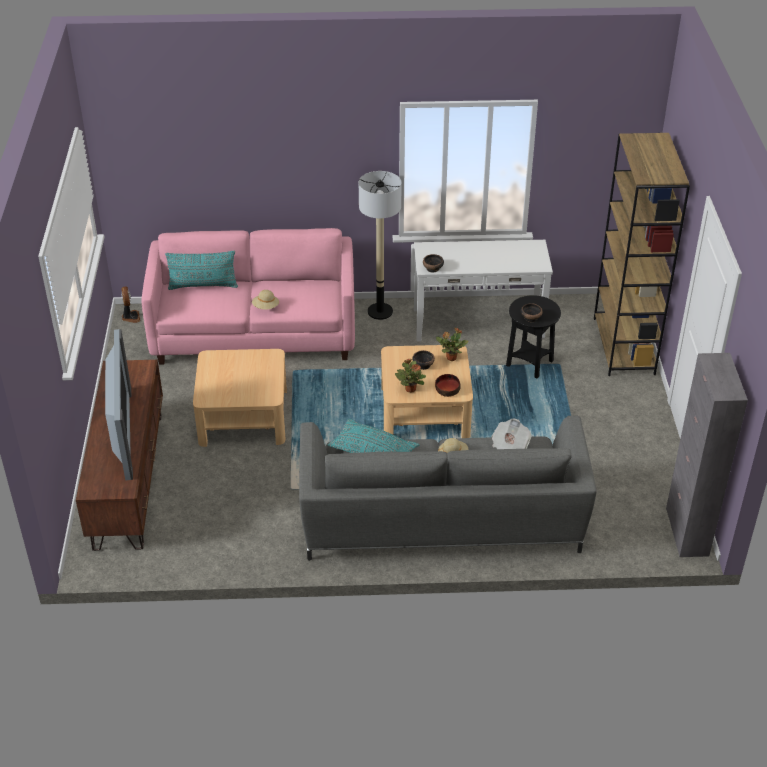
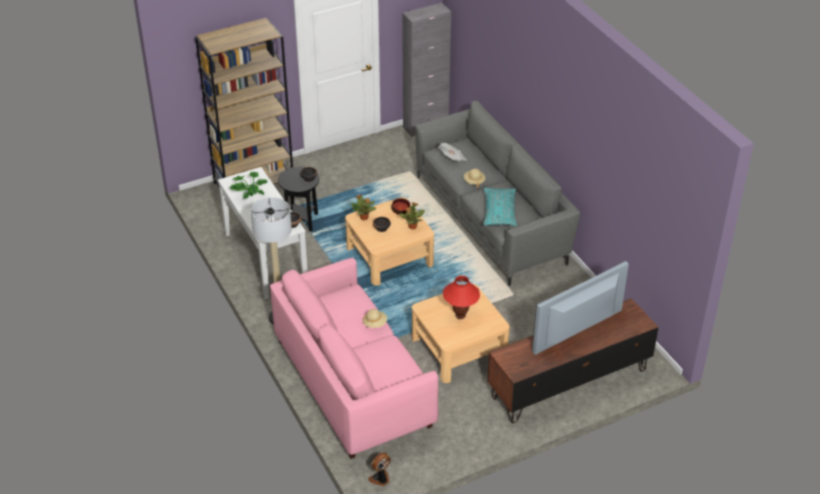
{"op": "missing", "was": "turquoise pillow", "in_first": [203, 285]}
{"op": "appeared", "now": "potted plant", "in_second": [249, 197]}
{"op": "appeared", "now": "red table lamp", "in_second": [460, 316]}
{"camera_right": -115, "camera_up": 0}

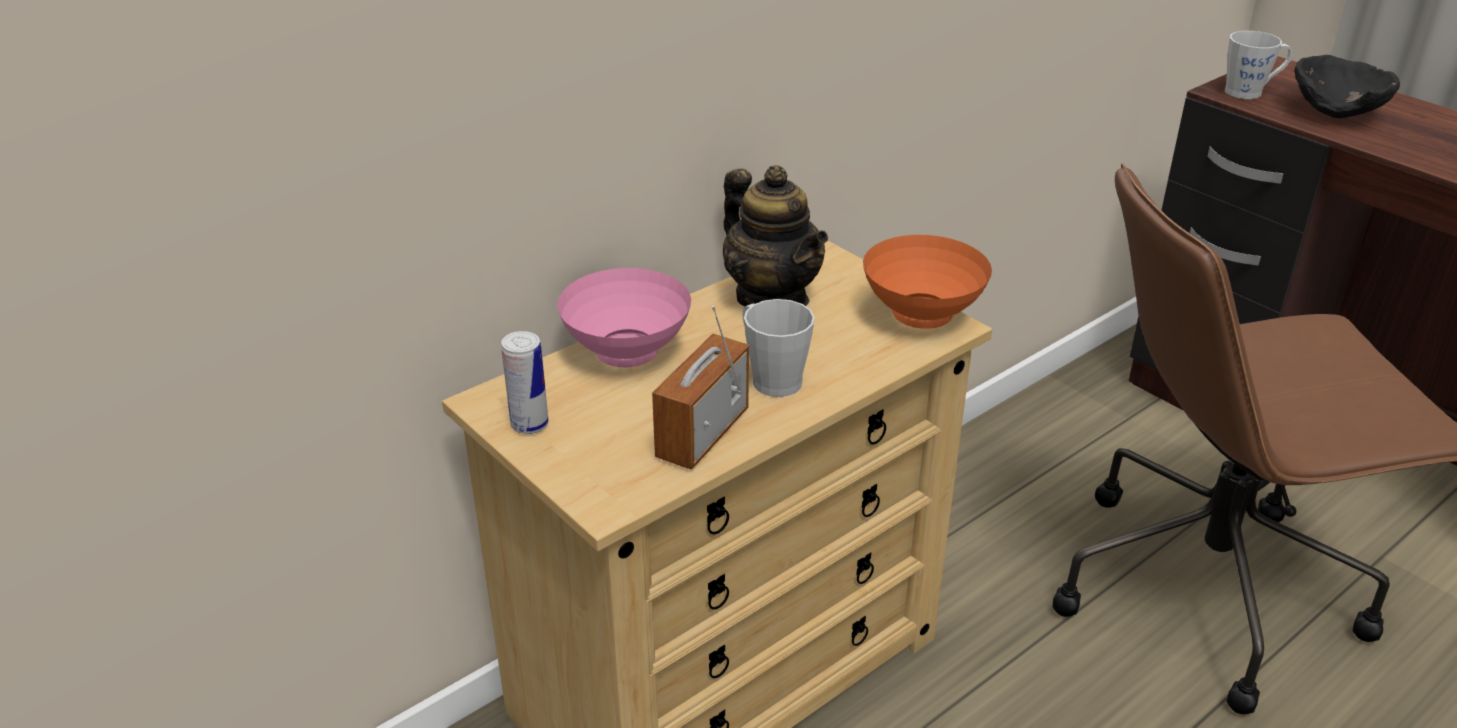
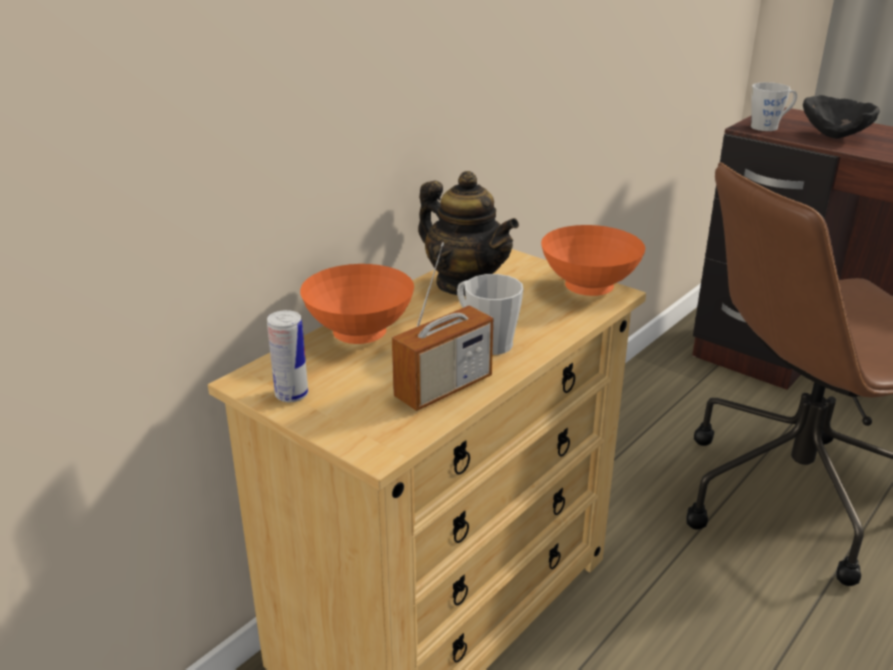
{"op": "colour", "was": "pink bowl", "now": "orange bowl", "in_first": [629, 353], "in_second": [361, 334]}
{"op": "spun", "was": "radio", "in_first": [702, 434], "in_second": [443, 388], "clockwise": -150}
{"camera_right": -10, "camera_up": -5}

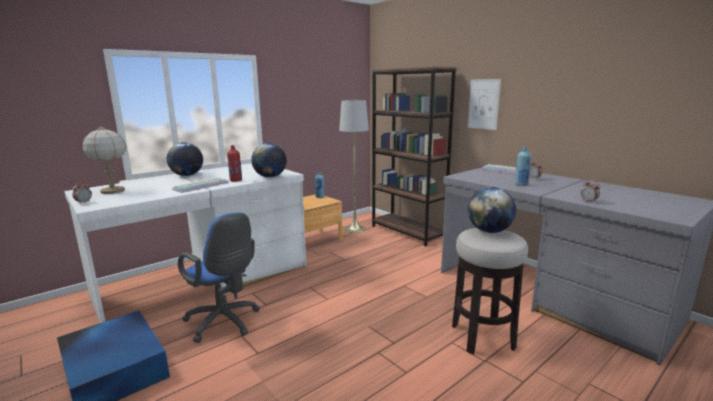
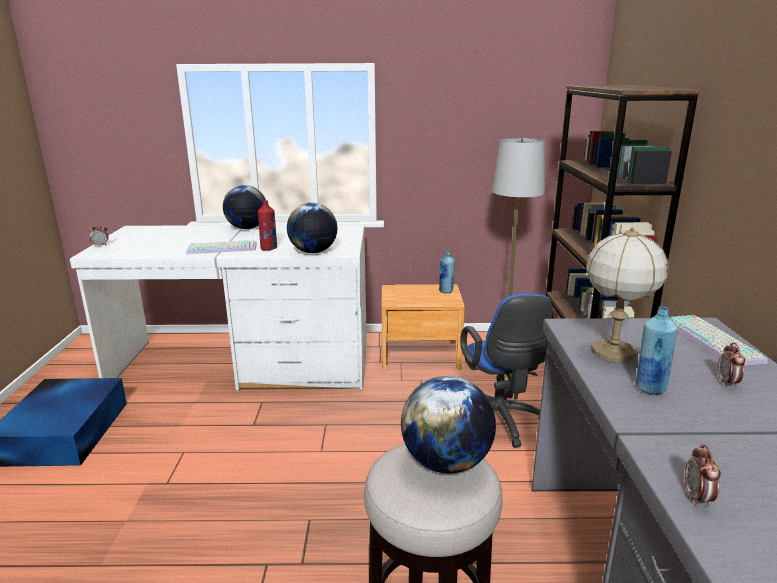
{"op": "relocated", "was": "table lamp", "in_first": [113, 191], "in_second": [613, 352]}
{"op": "relocated", "was": "blue office chair", "in_first": [224, 323], "in_second": [499, 422]}
{"op": "missing", "was": "picture", "in_first": [483, 104]}
{"camera_right": 40, "camera_up": 5}

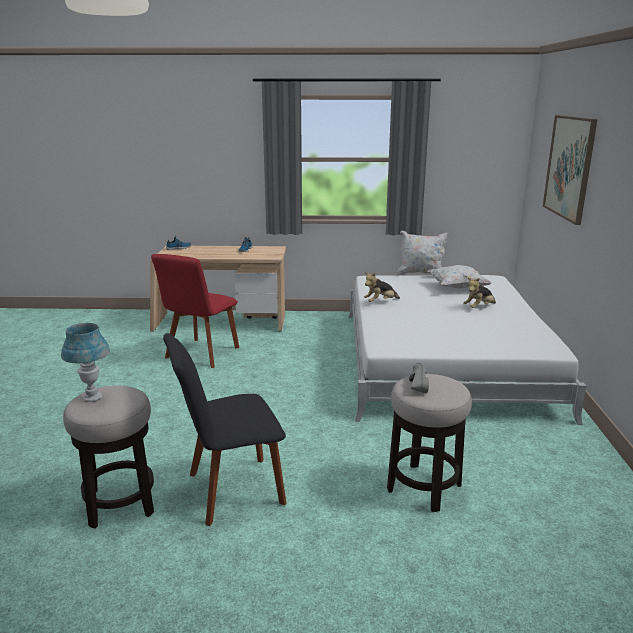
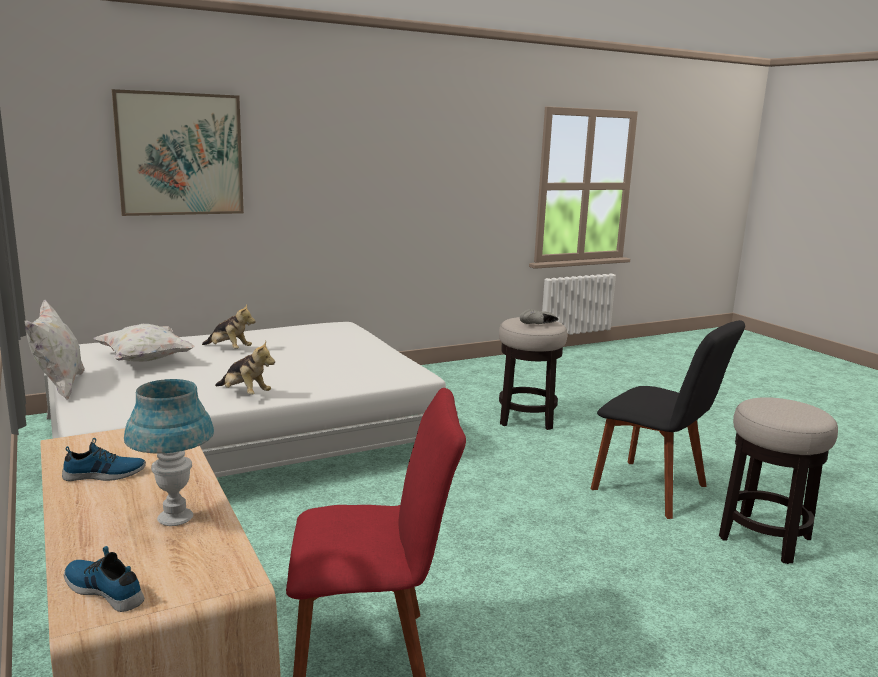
{"op": "relocated", "was": "blue table lamp", "in_first": [92, 397], "in_second": [175, 518]}
{"camera_right": -120, "camera_up": -5}

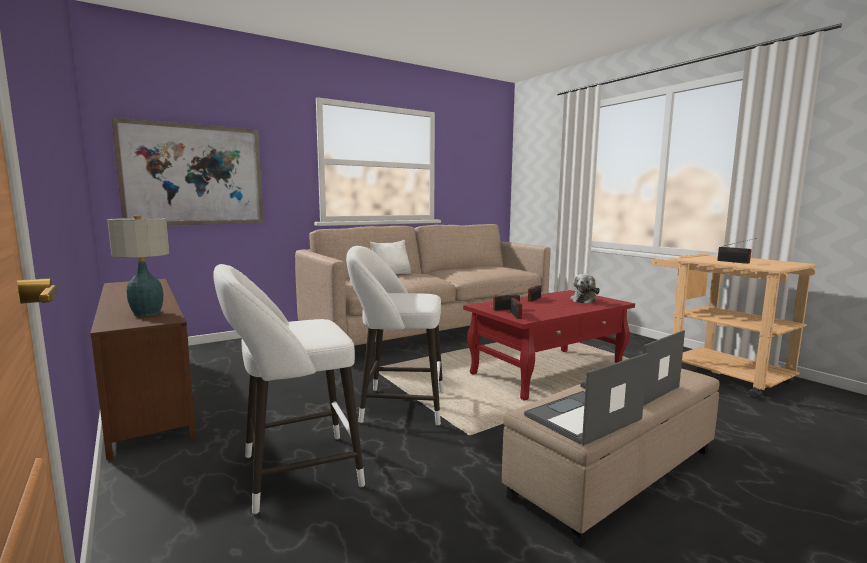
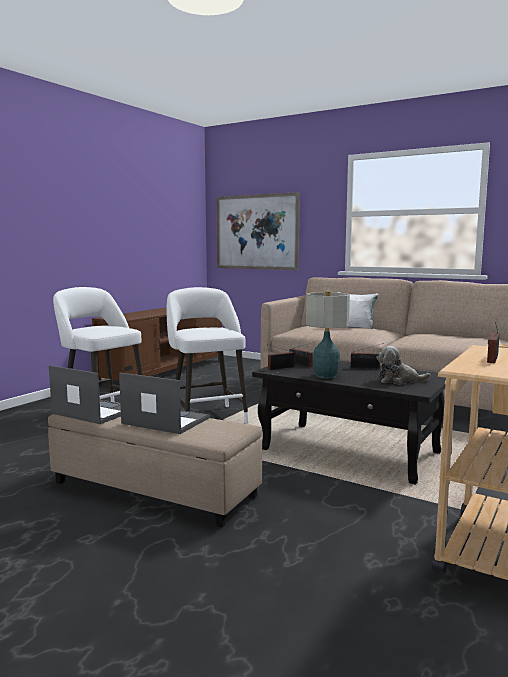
{"op": "relocated", "was": "table lamp", "in_first": [148, 313], "in_second": [326, 376]}
{"op": "colour", "was": "red coffee table", "now": "black coffee table", "in_first": [547, 372], "in_second": [351, 451]}
{"camera_right": 65, "camera_up": 0}

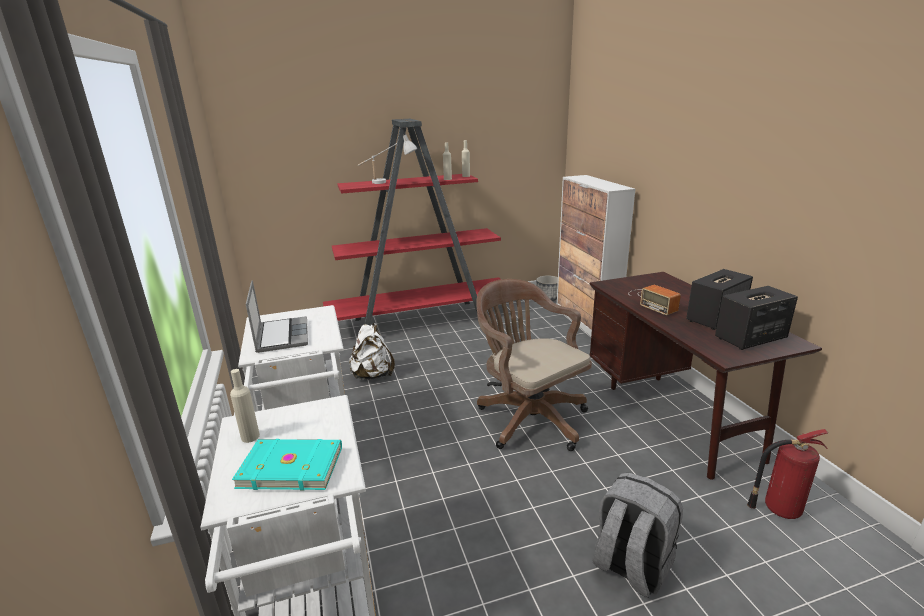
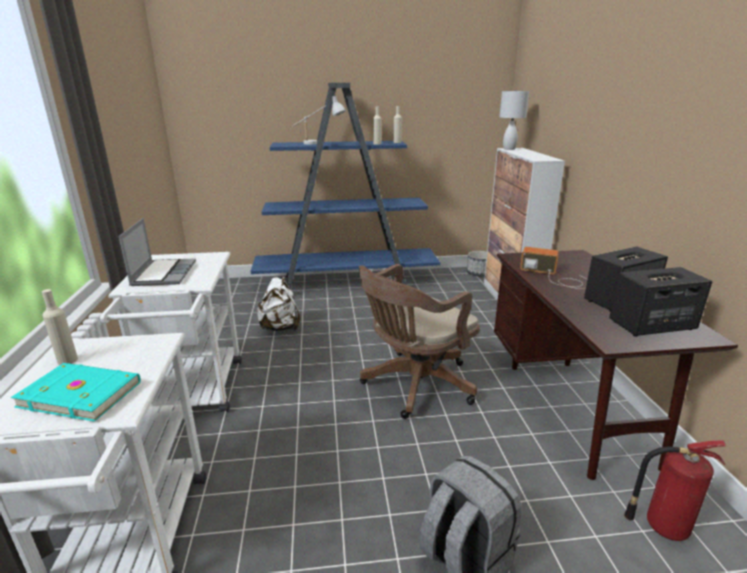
{"op": "colour", "was": "red bookcase", "now": "blue bookcase", "in_first": [421, 321], "in_second": [347, 283]}
{"op": "spun", "was": "brown office chair", "in_first": [528, 417], "in_second": [414, 386], "clockwise": -105}
{"op": "spun", "was": "radio", "in_first": [652, 301], "in_second": [555, 277], "clockwise": 135}
{"op": "appeared", "now": "white table lamp", "in_second": [509, 149]}
{"camera_right": 10, "camera_up": 0}

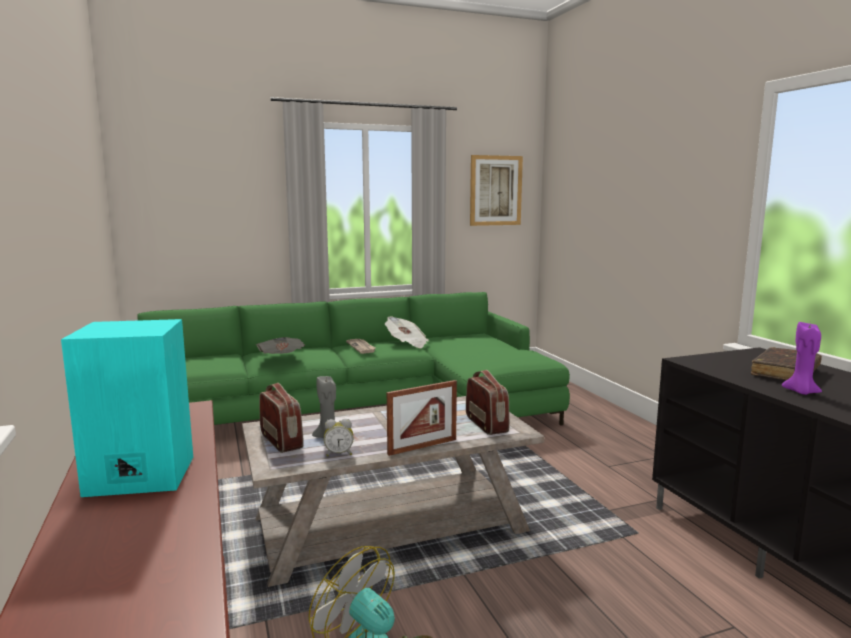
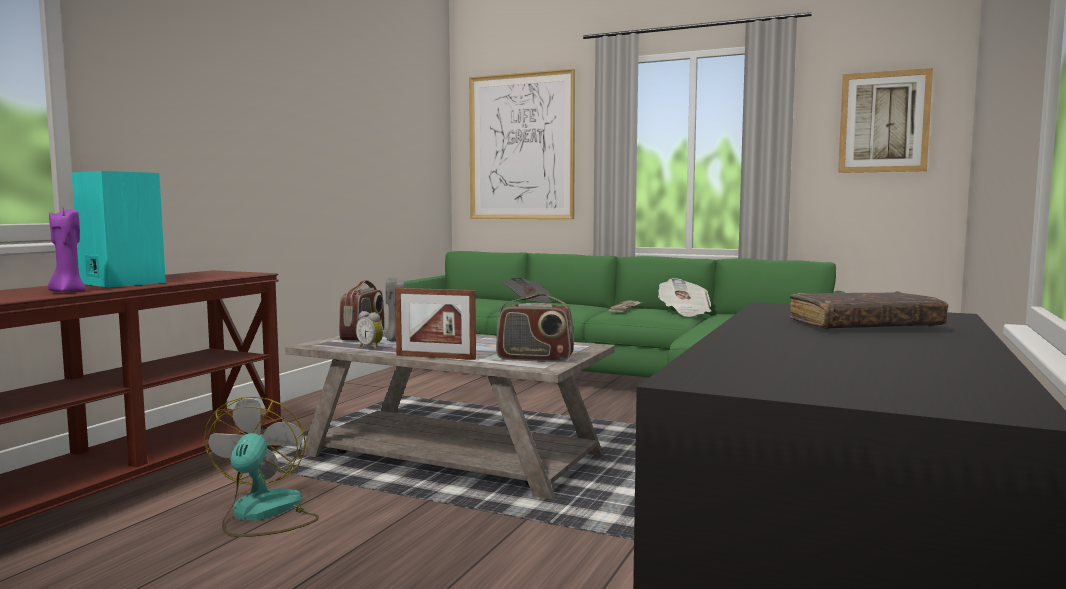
{"op": "spun", "was": "radio", "in_first": [487, 424], "in_second": [535, 359], "clockwise": 75}
{"op": "relocated", "was": "purple candle", "in_first": [801, 392], "in_second": [68, 292]}
{"op": "appeared", "now": "picture", "in_second": [521, 147]}
{"camera_right": 45, "camera_up": -5}

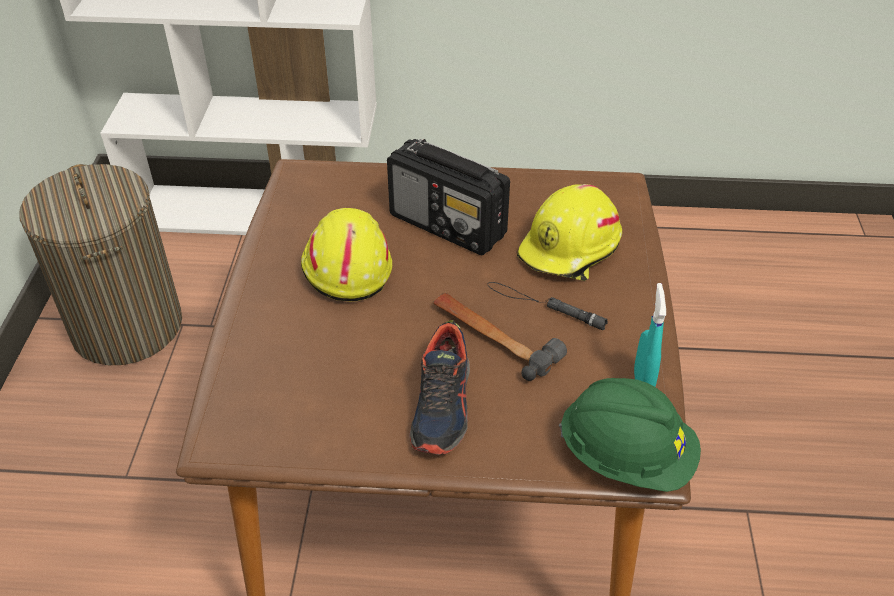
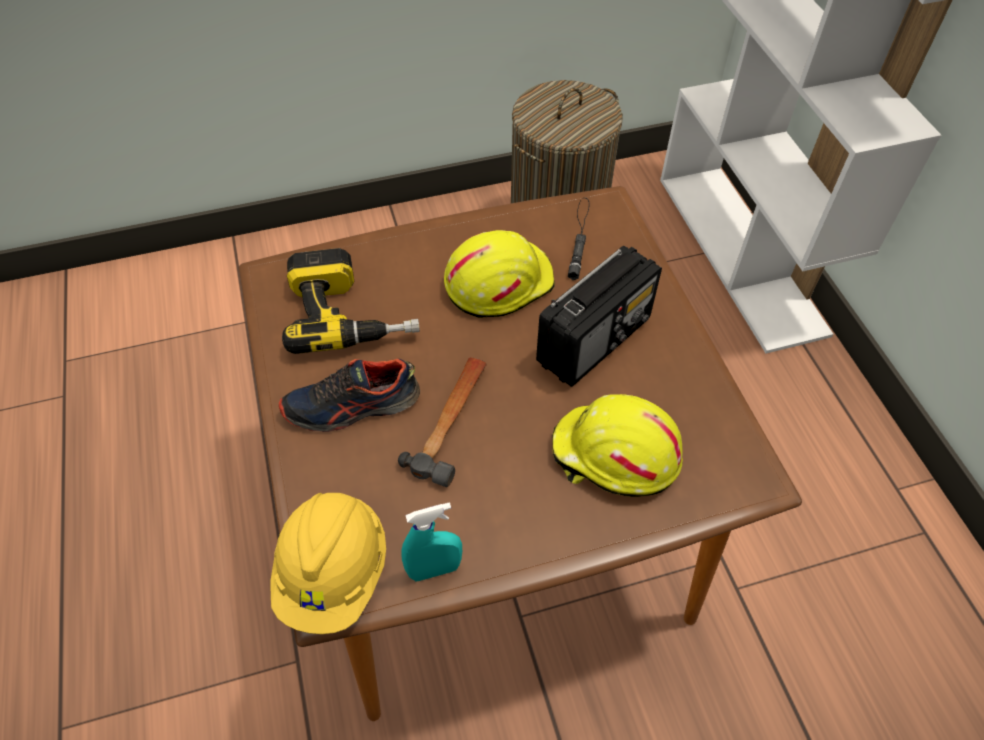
{"op": "spun", "was": "radio", "in_first": [448, 226], "in_second": [595, 340], "clockwise": -150}
{"op": "relocated", "was": "black flashlight", "in_first": [544, 306], "in_second": [579, 238]}
{"op": "colour", "was": "green hard hat", "now": "yellow hard hat", "in_first": [626, 456], "in_second": [334, 573]}
{"op": "appeared", "now": "power drill", "in_second": [351, 312]}
{"camera_right": 70, "camera_up": 10}

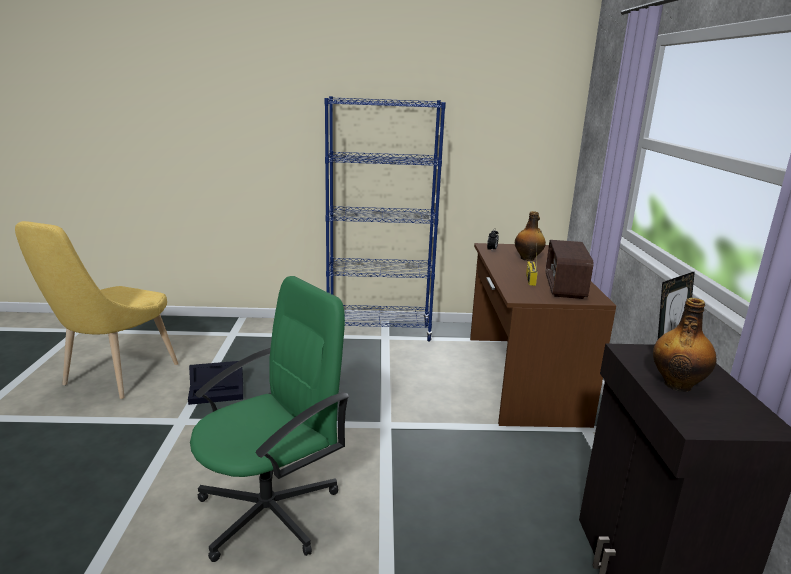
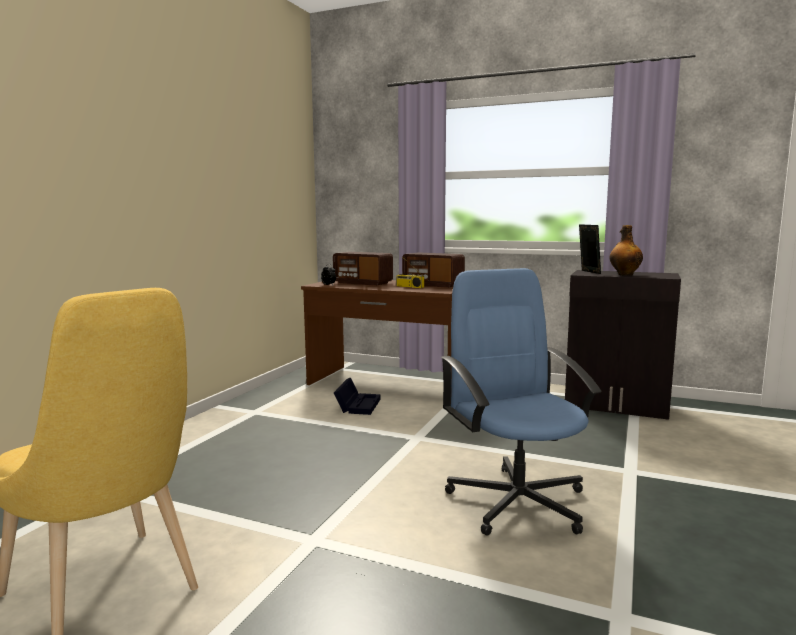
{"op": "relocated", "was": "black storage box", "in_first": [218, 391], "in_second": [358, 405]}
{"op": "colour", "was": "green office chair", "now": "blue office chair", "in_first": [270, 511], "in_second": [517, 501]}
{"op": "missing", "was": "blue bookcase", "in_first": [379, 332]}
{"op": "exchanged", "was": "bottle", "now": "radio", "in_first": [528, 258], "in_second": [363, 283]}
{"camera_right": -65, "camera_up": -10}

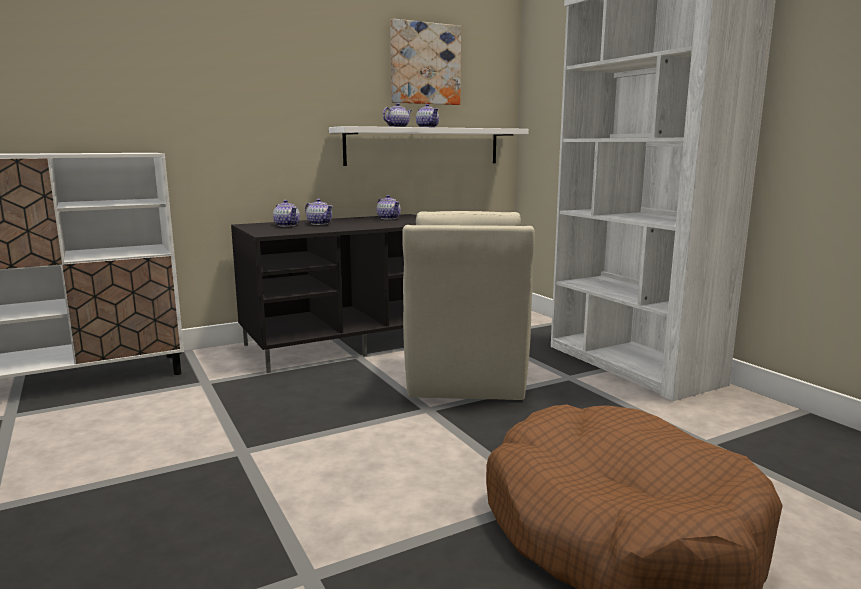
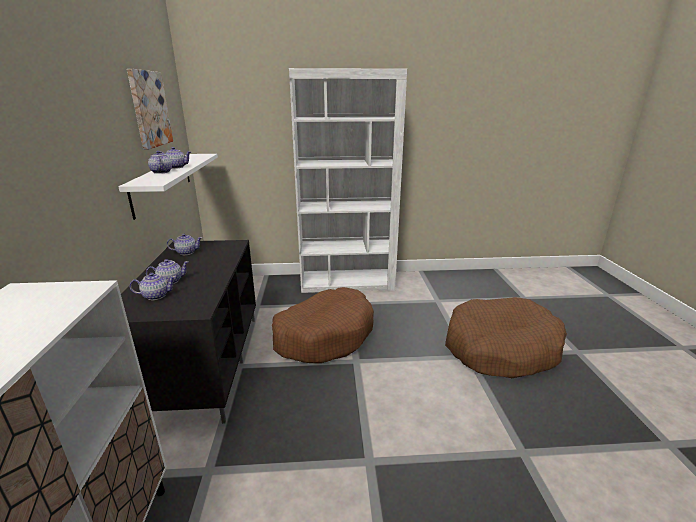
{"op": "exchanged", "was": "beige armchair", "now": "brown dog bed", "in_first": [465, 380], "in_second": [324, 335]}
{"camera_right": -65, "camera_up": 10}

